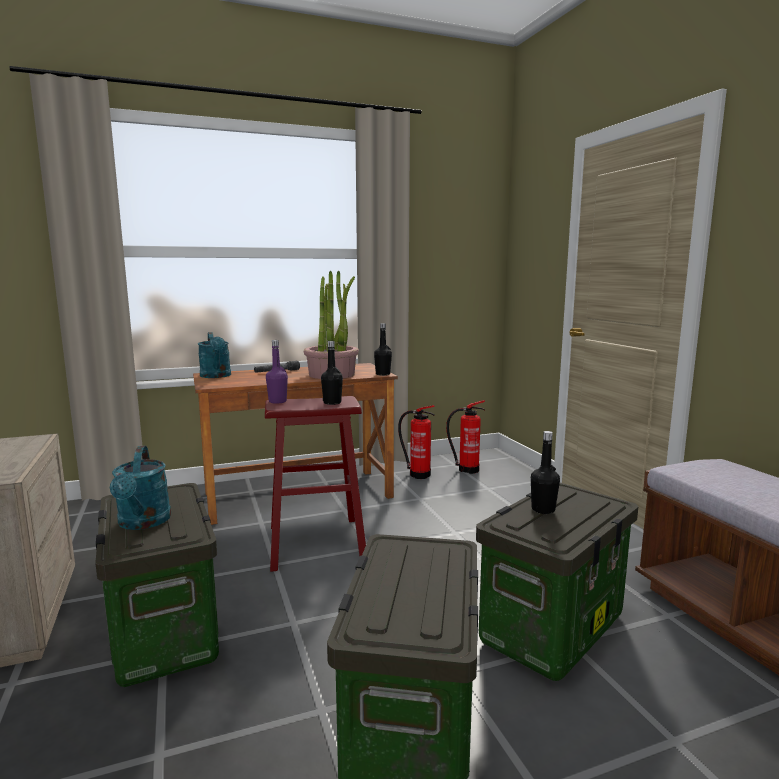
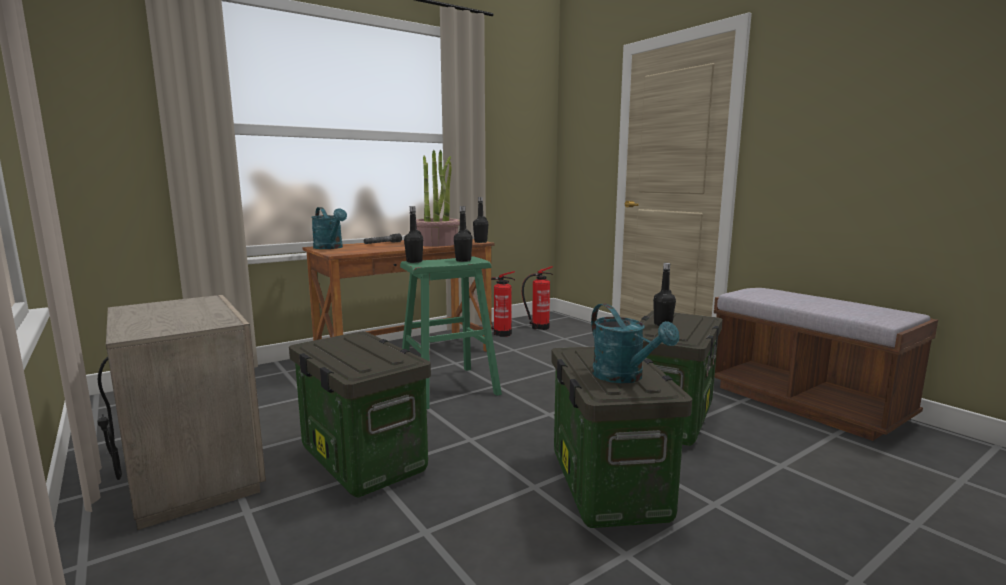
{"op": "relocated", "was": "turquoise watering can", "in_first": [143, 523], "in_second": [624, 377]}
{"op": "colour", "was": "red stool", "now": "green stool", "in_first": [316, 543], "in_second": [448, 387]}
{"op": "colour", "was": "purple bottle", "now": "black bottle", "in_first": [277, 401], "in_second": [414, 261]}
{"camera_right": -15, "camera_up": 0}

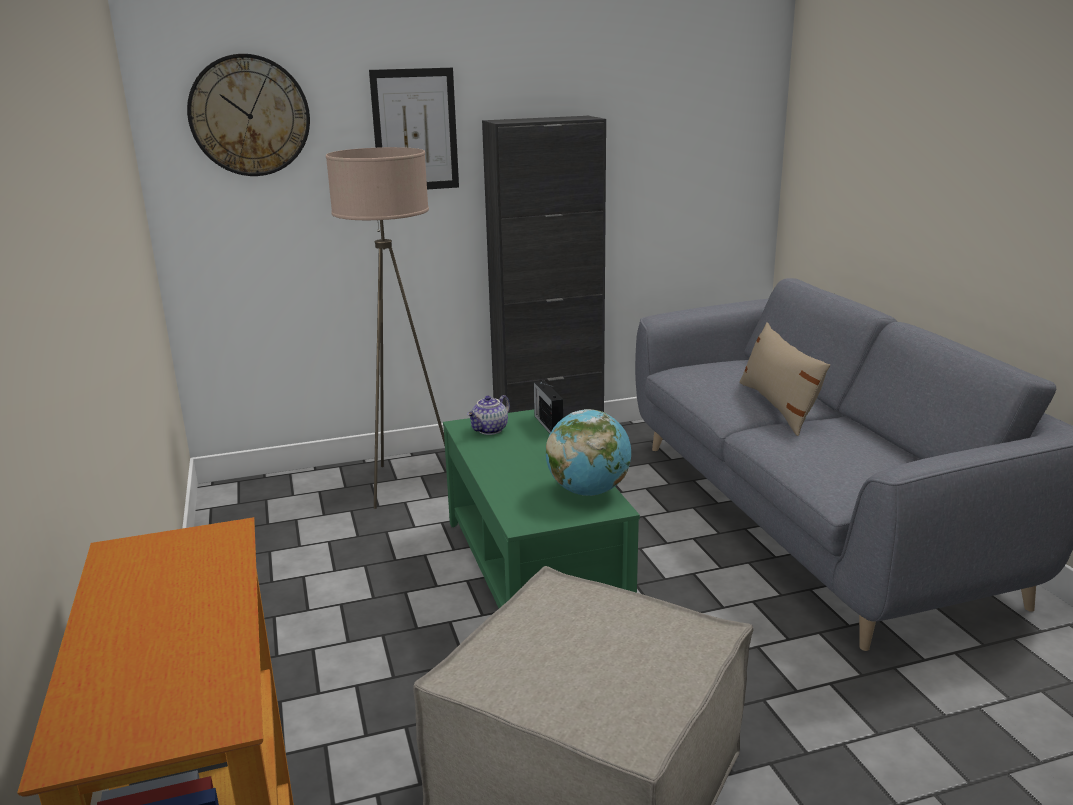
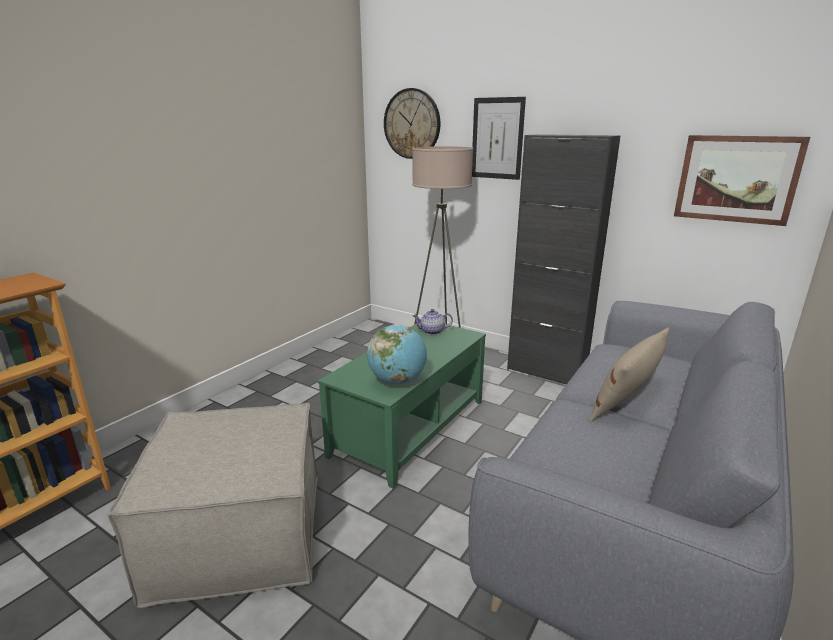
{"op": "missing", "was": "radio", "in_first": [548, 424]}
{"op": "appeared", "now": "picture", "in_second": [736, 179]}
{"camera_right": 50, "camera_up": 0}

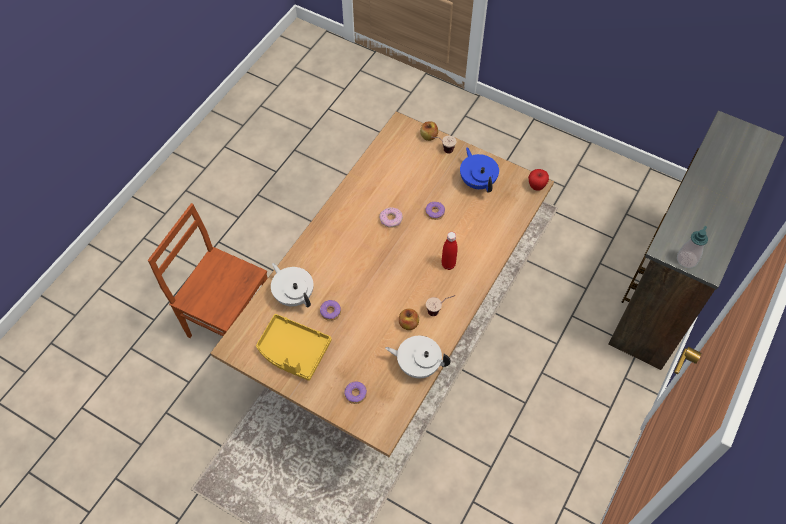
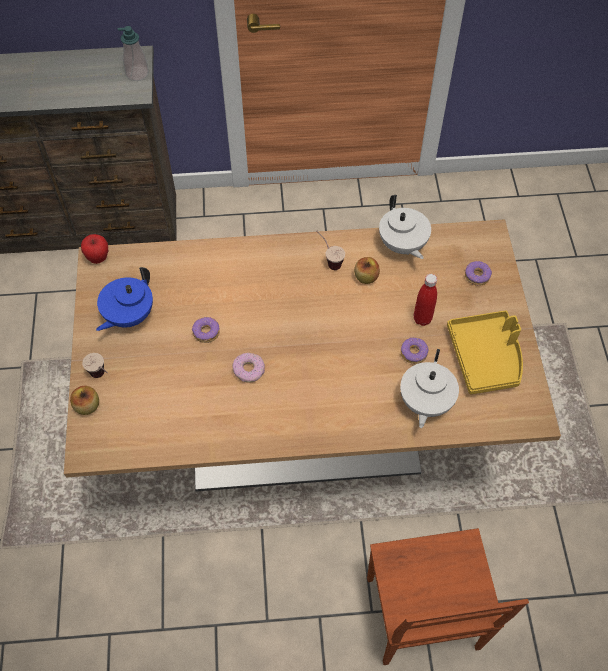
{"op": "relocated", "was": "red bottle", "in_first": [448, 264], "in_second": [422, 319]}
{"camera_right": -125, "camera_up": 0}

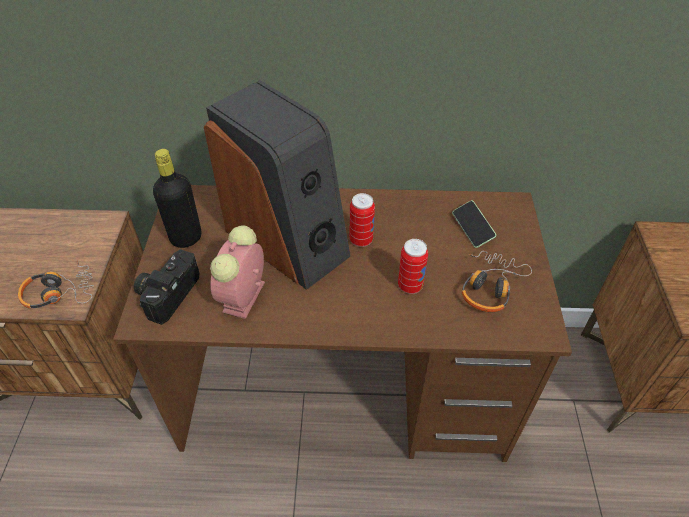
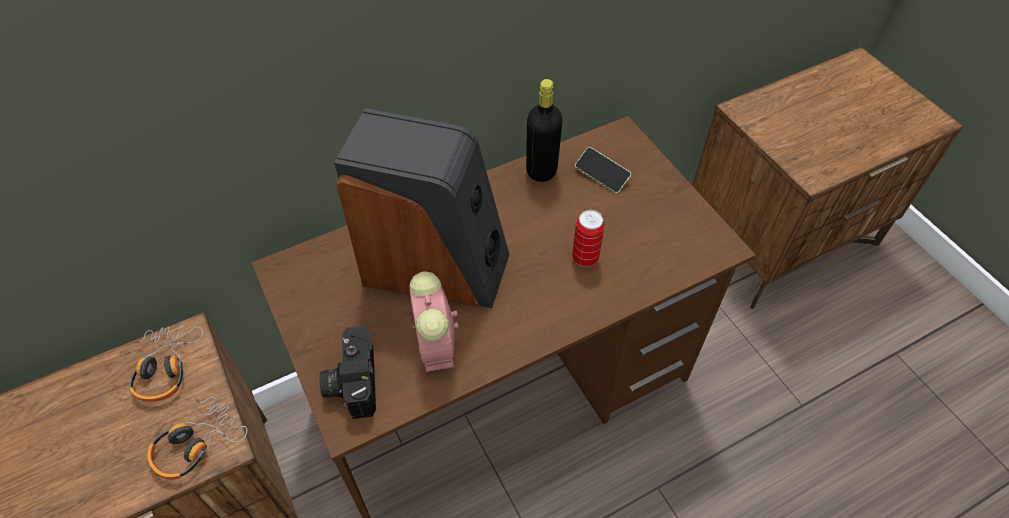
{"op": "relocated", "was": "black bottle", "in_first": [186, 238], "in_second": [541, 171]}
{"op": "missing", "was": "can", "in_first": [361, 240]}
{"op": "relocated", "was": "headphones", "in_first": [489, 287], "in_second": [165, 367]}
{"camera_right": -30, "camera_up": 5}

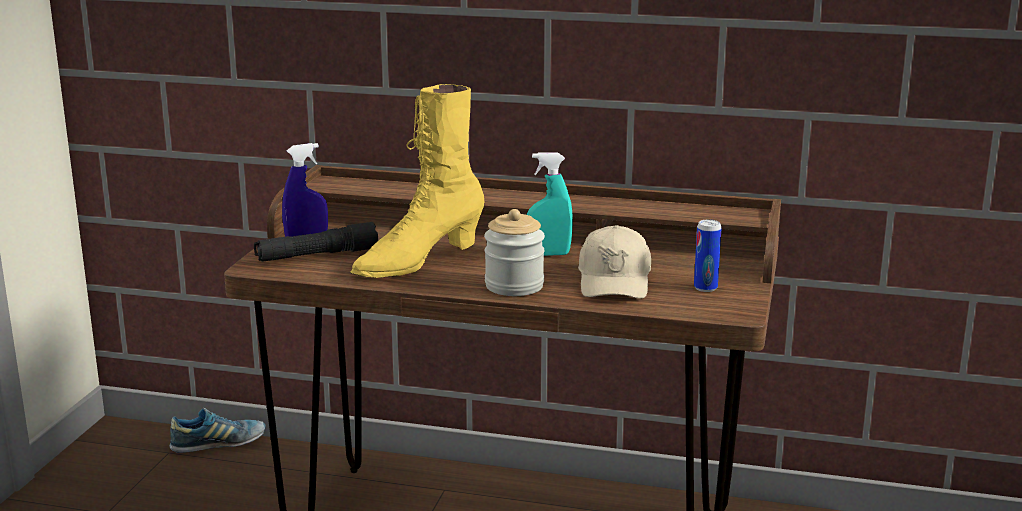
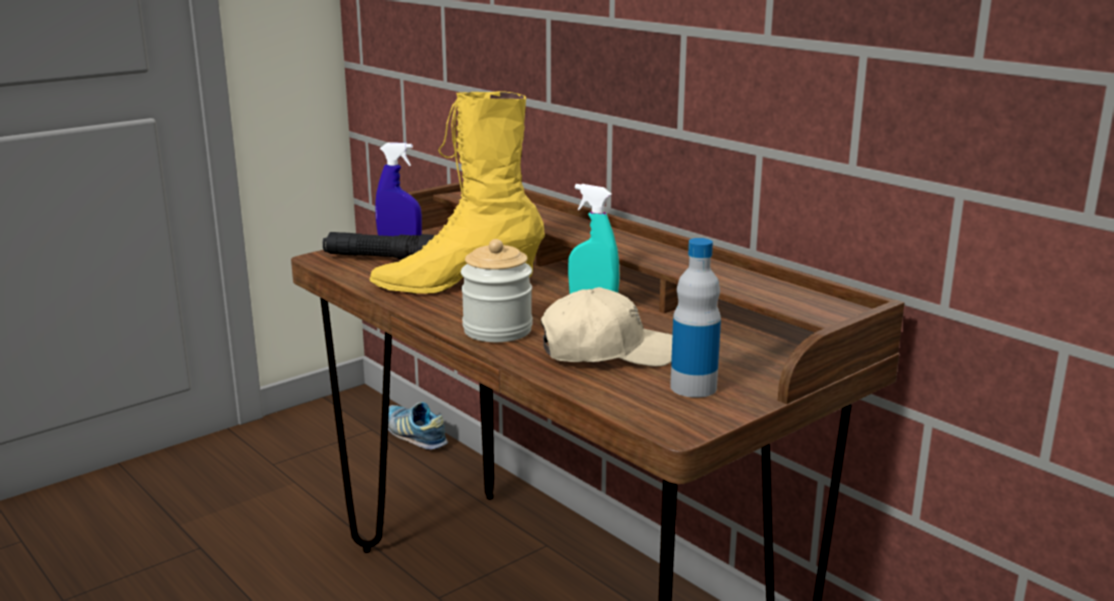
{"op": "spun", "was": "shoe", "in_first": [219, 444], "in_second": [414, 435], "clockwise": -150}
{"op": "spun", "was": "beige cap", "in_first": [614, 281], "in_second": [607, 352], "clockwise": -135}
{"op": "exchanged", "was": "can", "now": "bottle", "in_first": [705, 288], "in_second": [693, 387]}
{"camera_right": 35, "camera_up": 0}

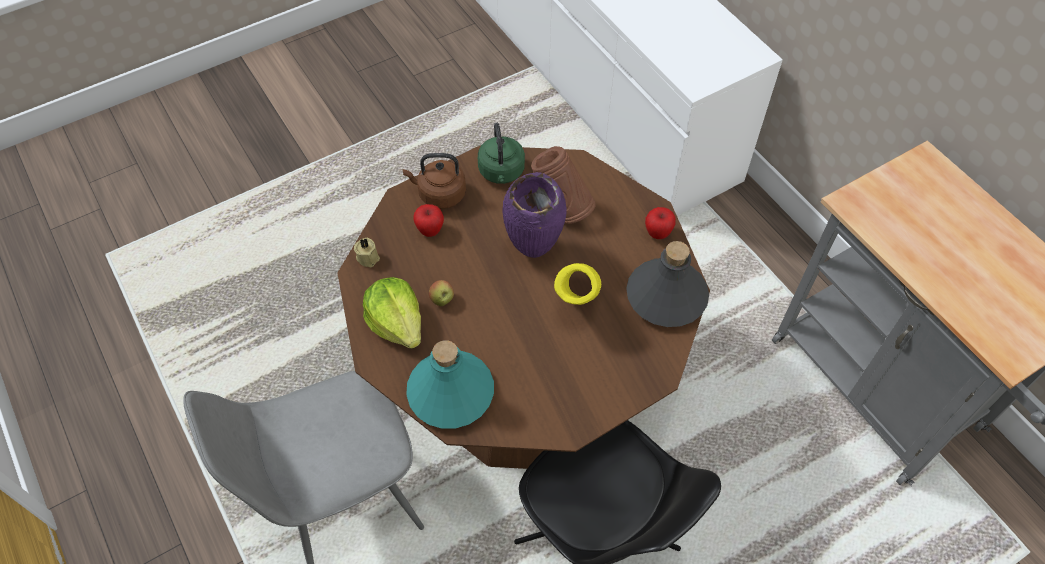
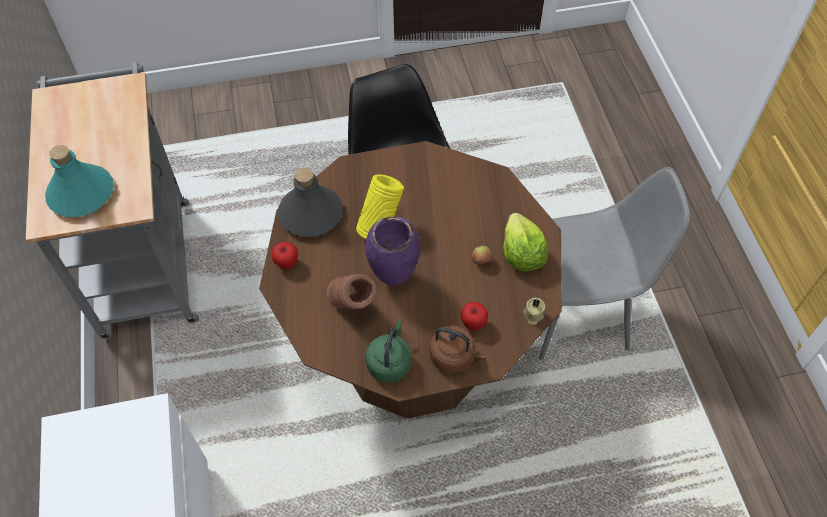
{"op": "relocated", "was": "turquoise bottle", "in_first": [451, 392], "in_second": [81, 194]}
{"camera_right": -160, "camera_up": 0}

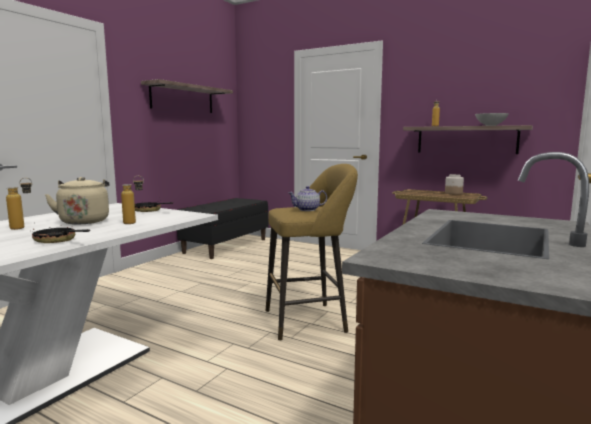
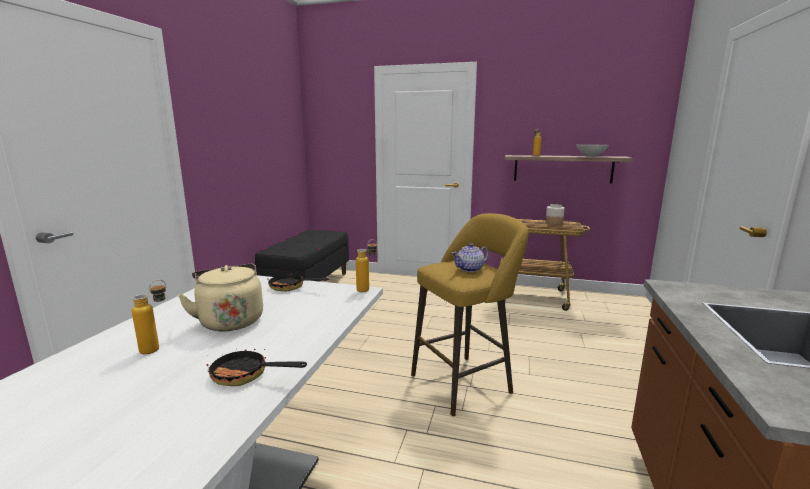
{"op": "relocated", "was": "bottle", "in_first": [134, 223], "in_second": [367, 289]}
{"op": "missing", "was": "shelf", "in_first": [182, 98]}
{"camera_right": -15, "camera_up": 5}

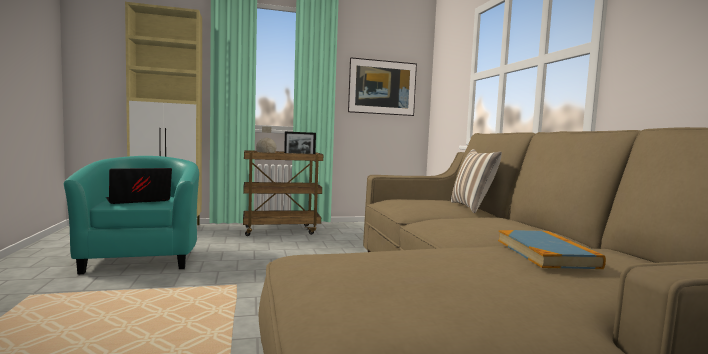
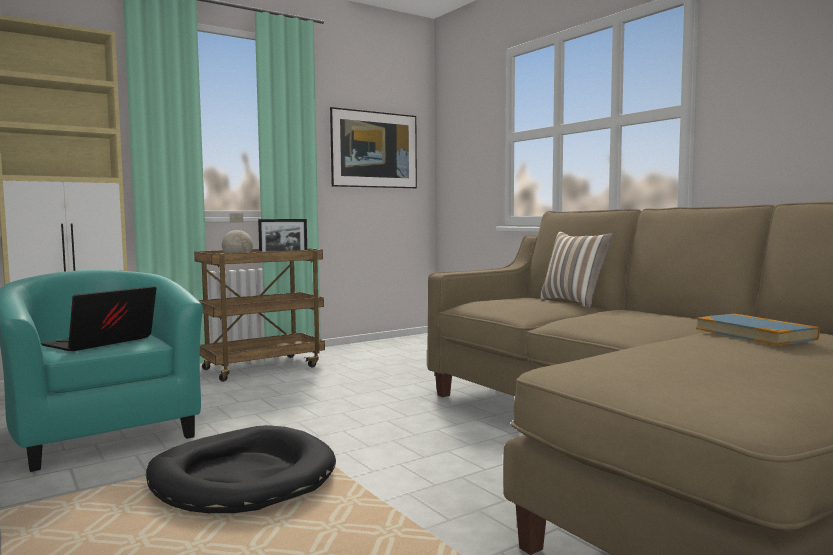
{"op": "appeared", "now": "black dog bed", "in_second": [242, 477]}
{"camera_right": -20, "camera_up": 0}

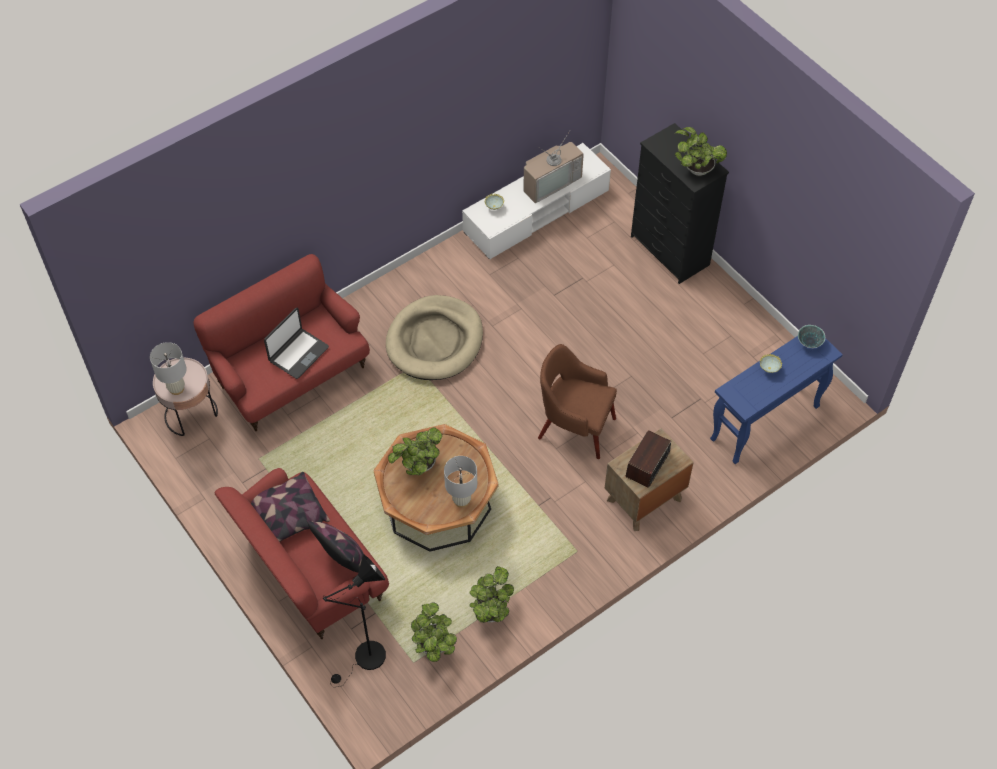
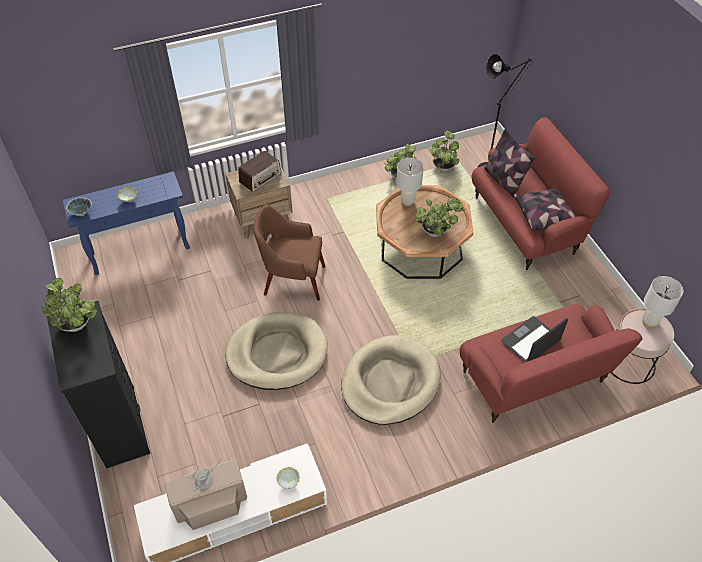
{"op": "spun", "was": "brown armchair", "in_first": [574, 427], "in_second": [292, 280], "clockwise": 150}
{"op": "appeared", "now": "beige dog bed", "in_second": [277, 353]}
{"camera_right": -165, "camera_up": -5}

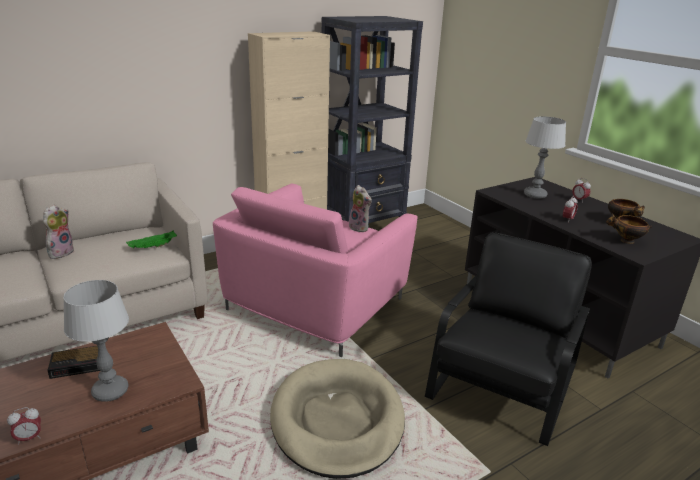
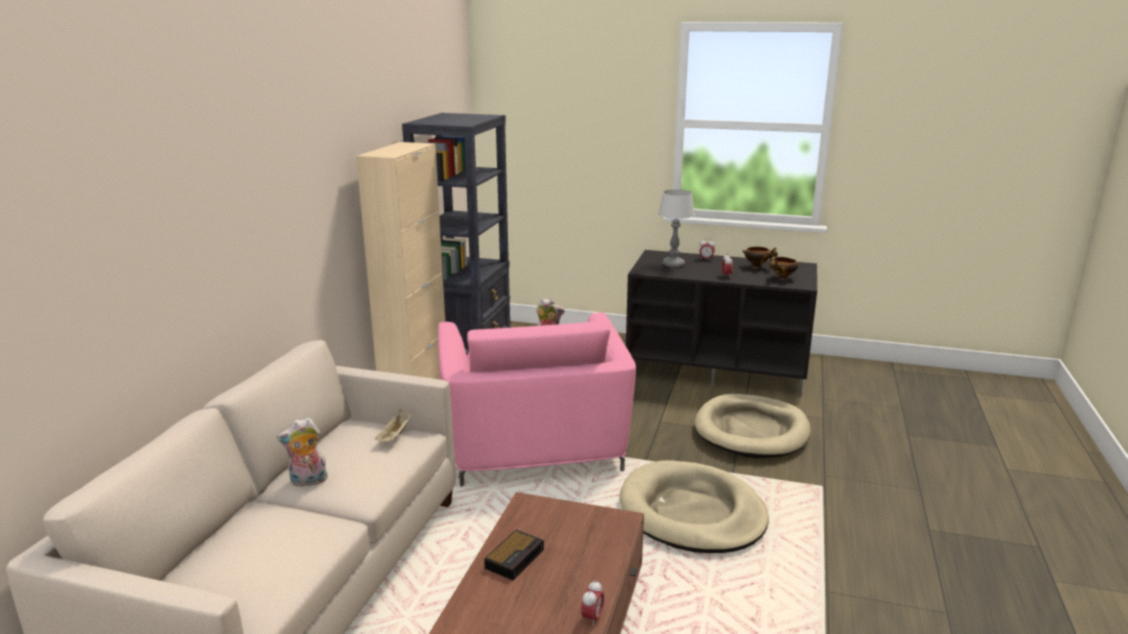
{"op": "spun", "was": "plush toy", "in_first": [61, 252], "in_second": [308, 482], "clockwise": -90}
{"op": "missing", "was": "table lamp", "in_first": [110, 391]}
{"op": "colour", "was": "green tray", "now": "beige tray", "in_first": [153, 247], "in_second": [396, 435]}
{"op": "exchanged", "was": "black armchair", "now": "beige dog bed", "in_first": [503, 383], "in_second": [751, 431]}
{"camera_right": -40, "camera_up": -5}

